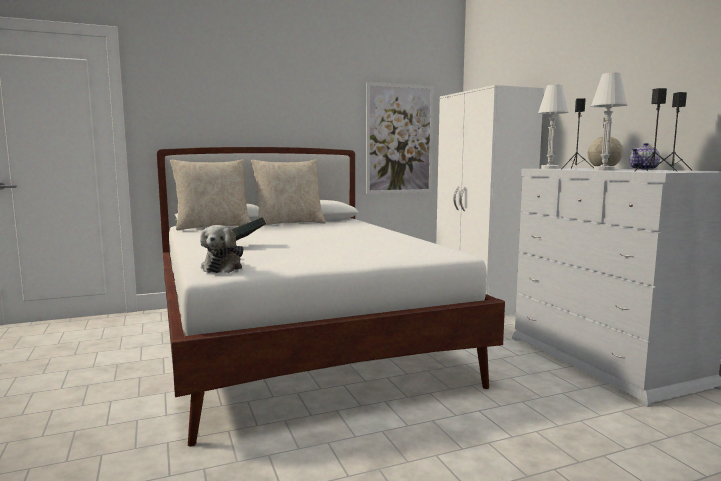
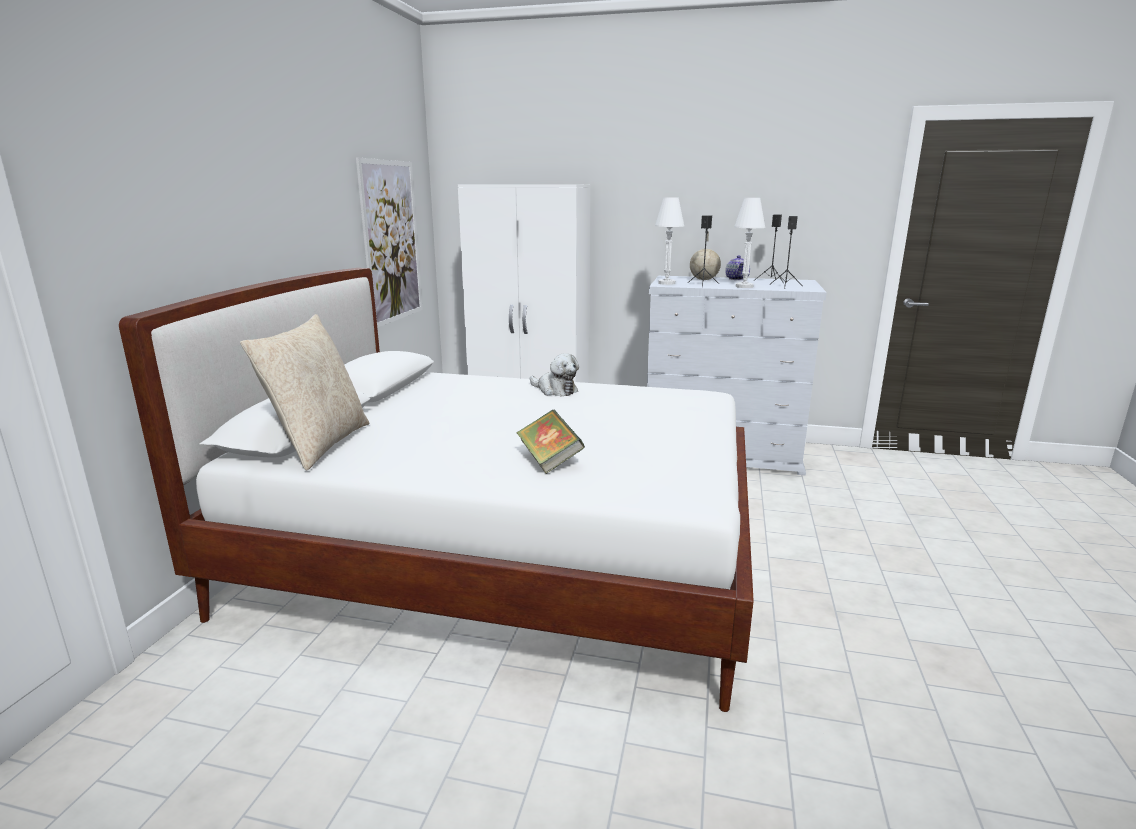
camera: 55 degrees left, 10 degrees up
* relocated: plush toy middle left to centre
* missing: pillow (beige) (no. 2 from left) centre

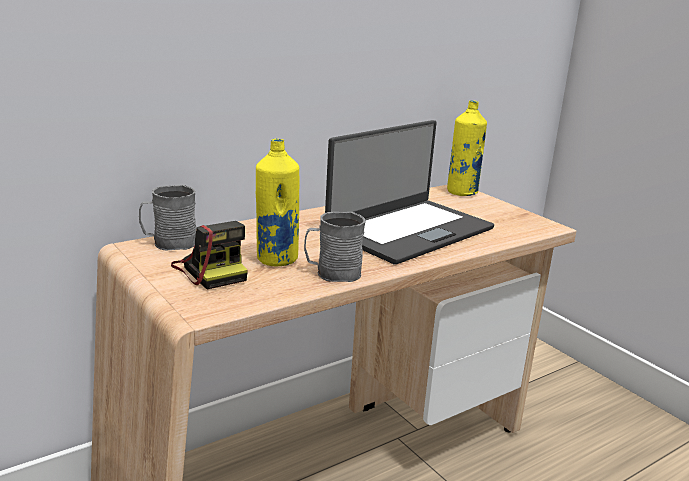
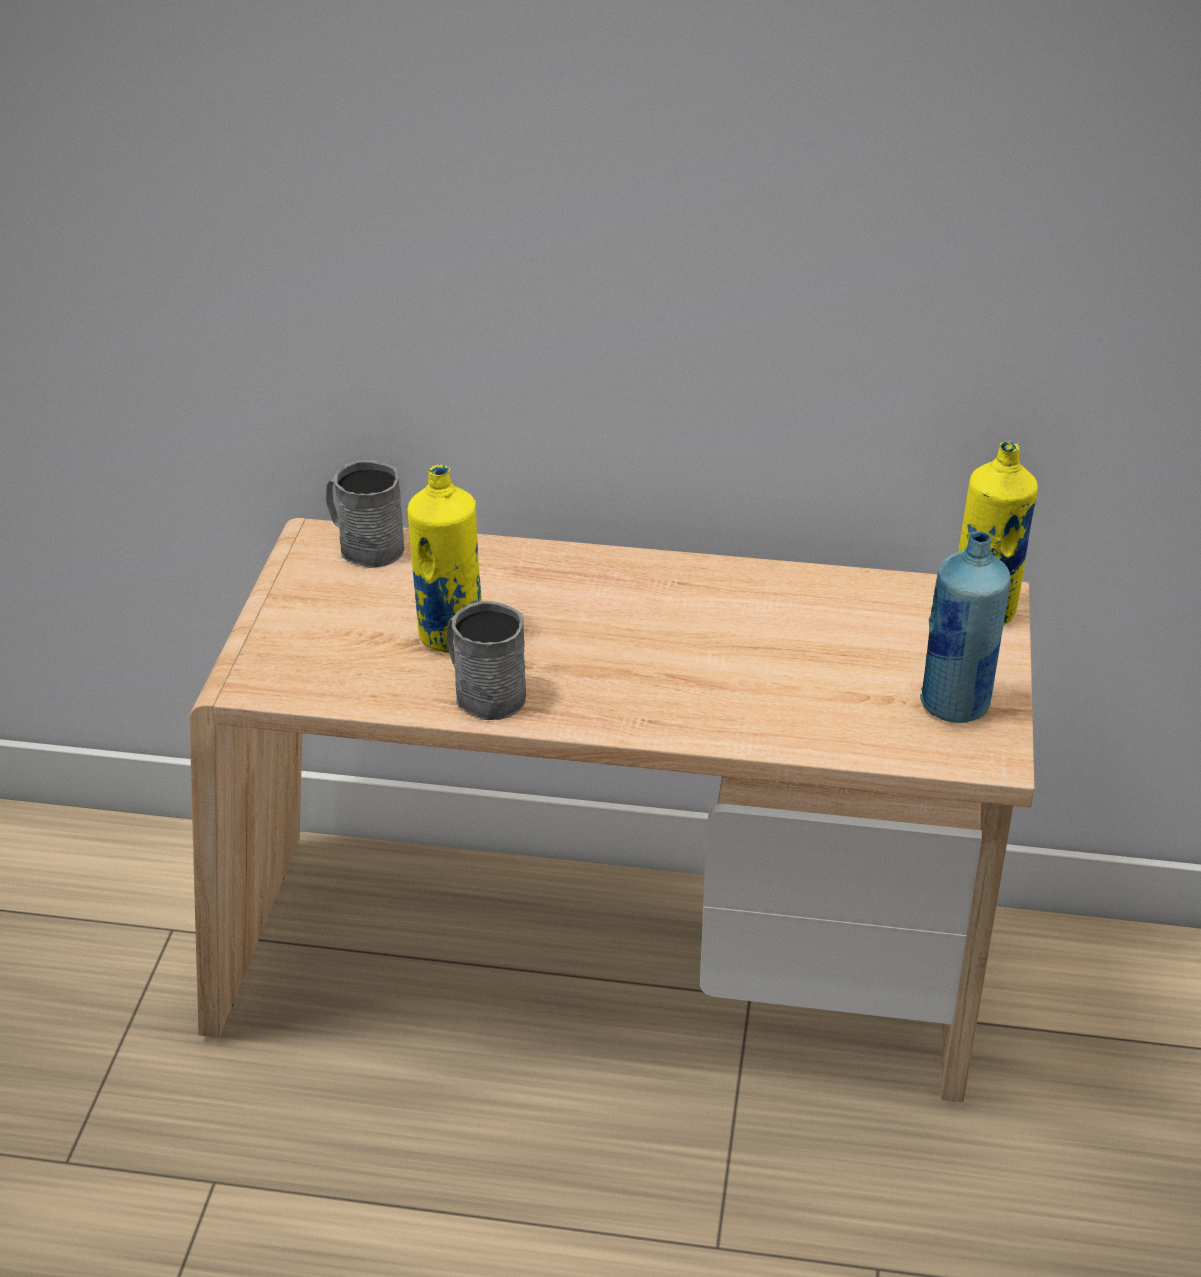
camera: 45 degrees right, 15 degrees up
* appeared: bottle (blue) middle right
* missing: photo camera middle left
* missing: laptop centre

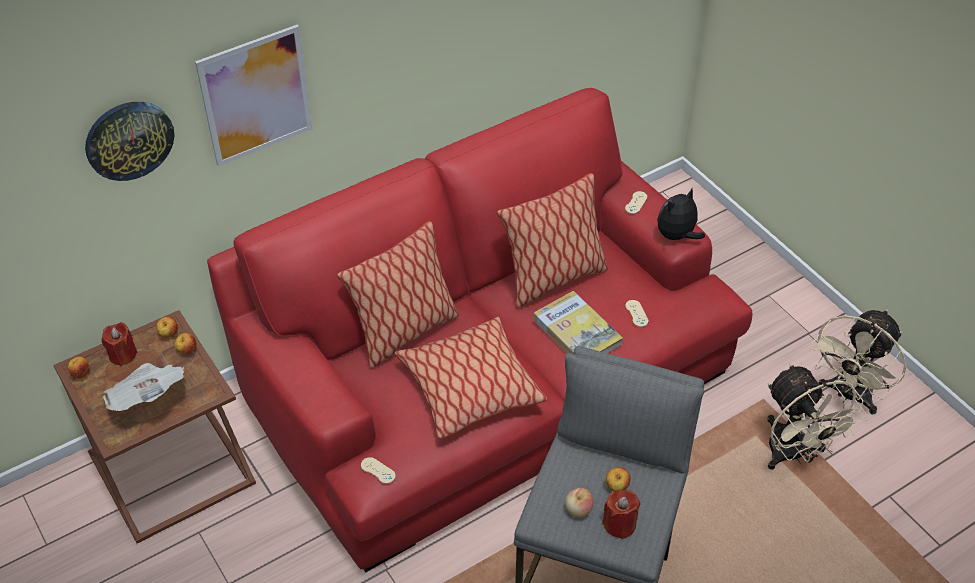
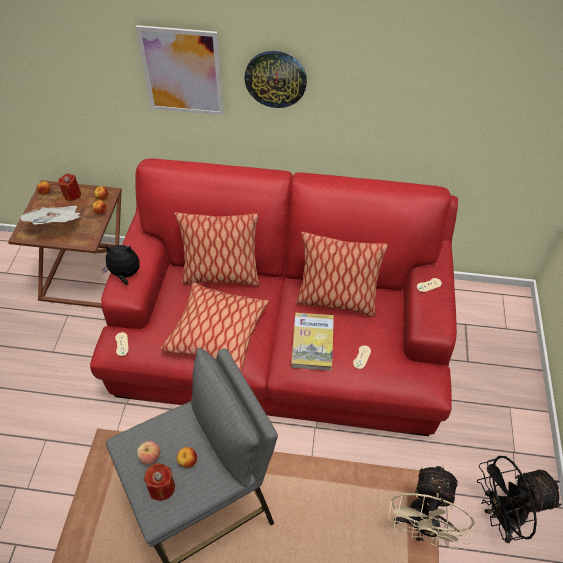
camera: 40 degrees right, 5 degrees up
* relocated: plush toy middle right to middle left
* relocated: wall clock top left to top centre
* colour: fan (beige) (no. 2 from left) middle right to fan (black) bottom right

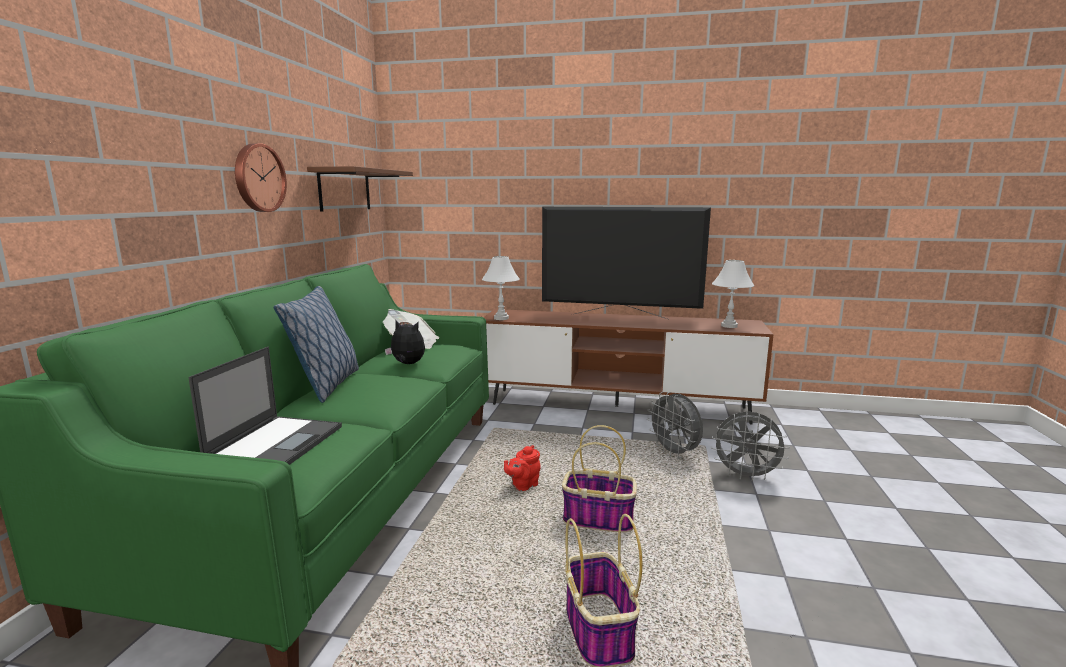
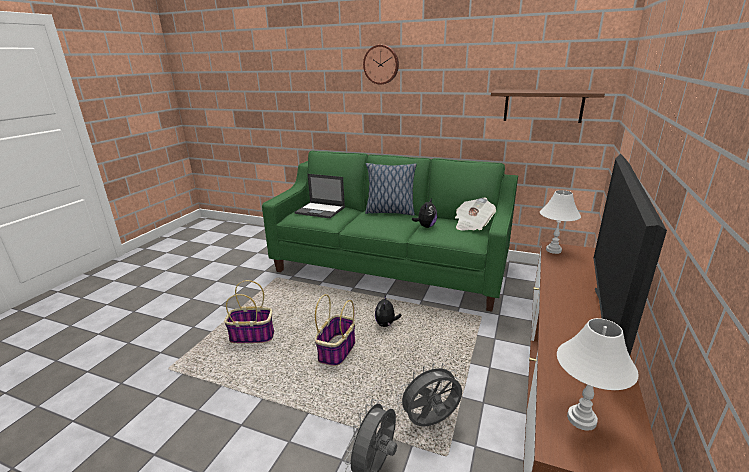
camera: 100 degrees right, 10 degrees up
* relocated: wall clock top left to top centre
* exchanged: teapot (red) bottom centre to plush toy (no. 1 from left) centre

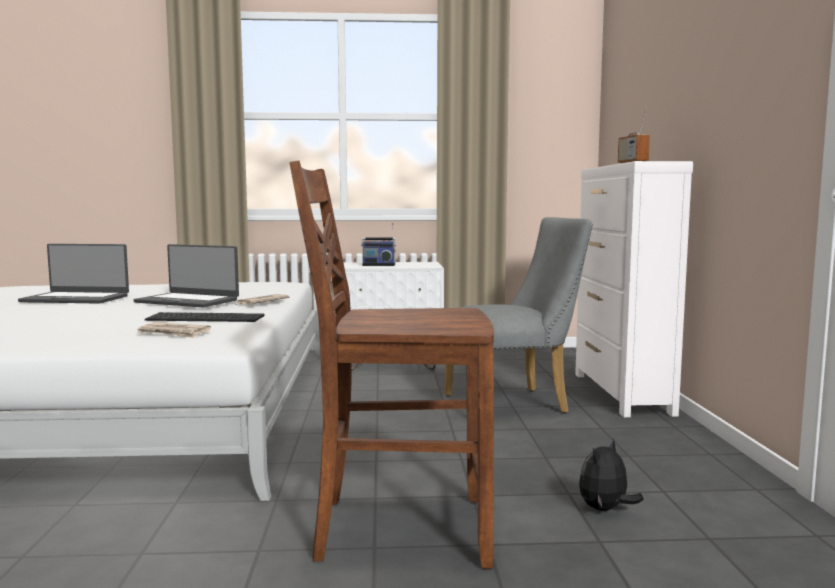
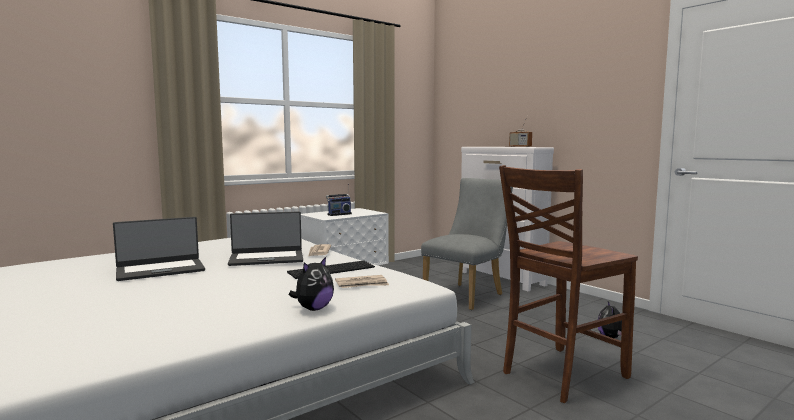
camera: 35 degrees left, 0 degrees up
* appeared: plush toy (no. 1 from left) bottom centre

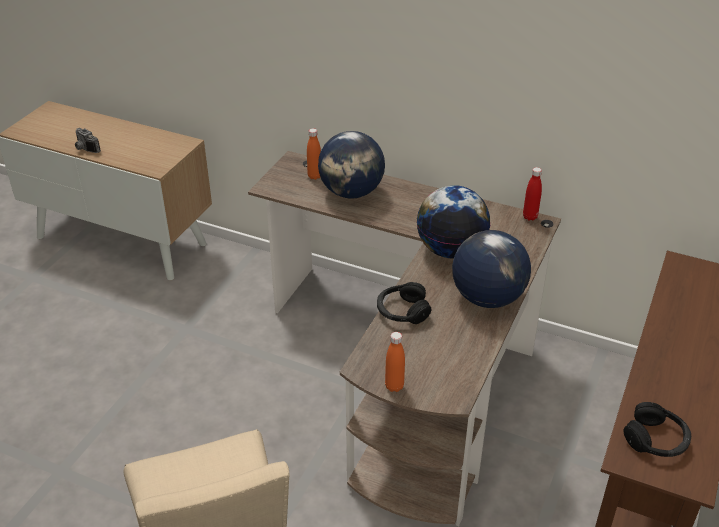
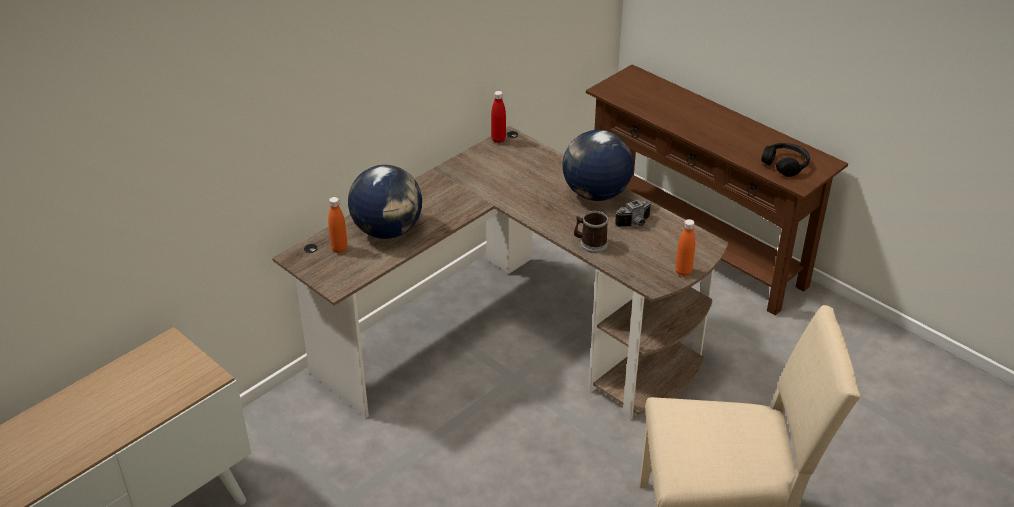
camera: 70 degrees left, 0 degrees up
* exchanged: headphones (black) (no. 1 from left) centre to mug centre
* relocated: photo camera top left to centre
* missing: globe (no. 2 from left) centre

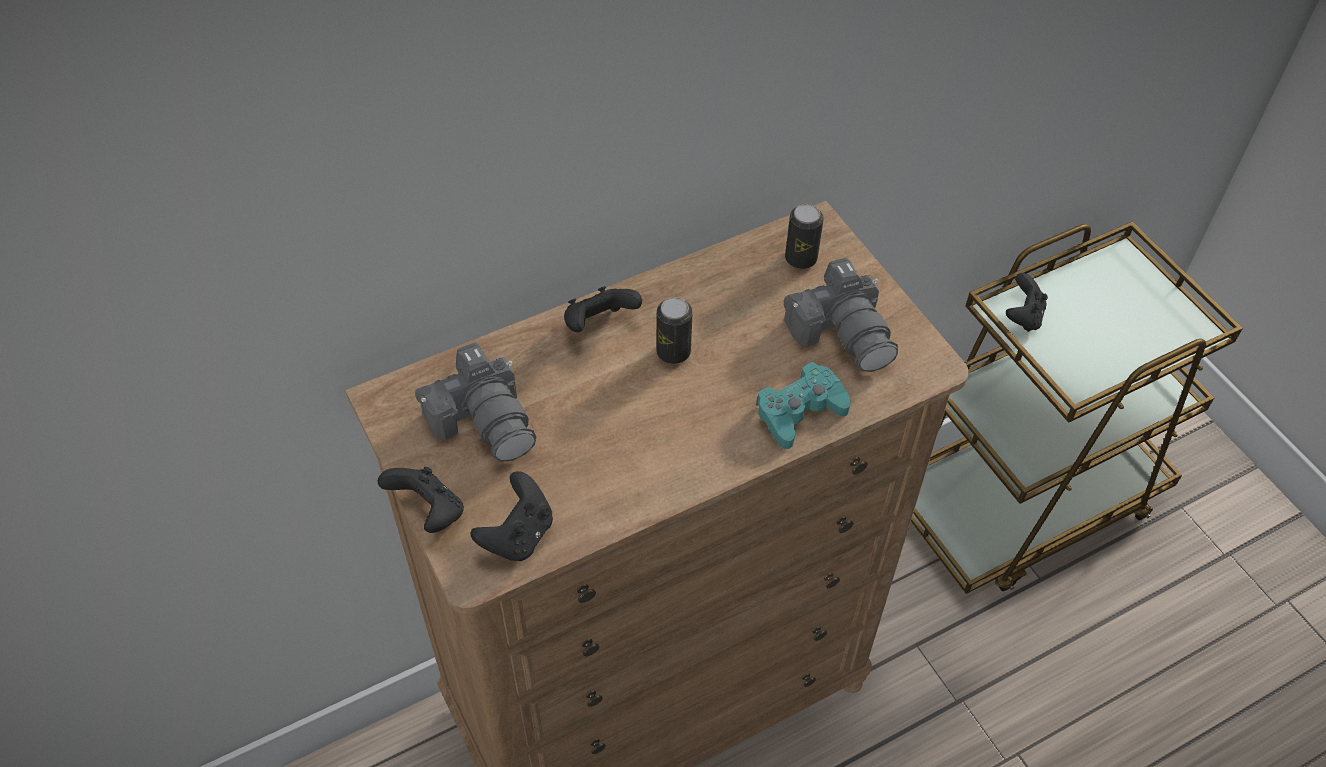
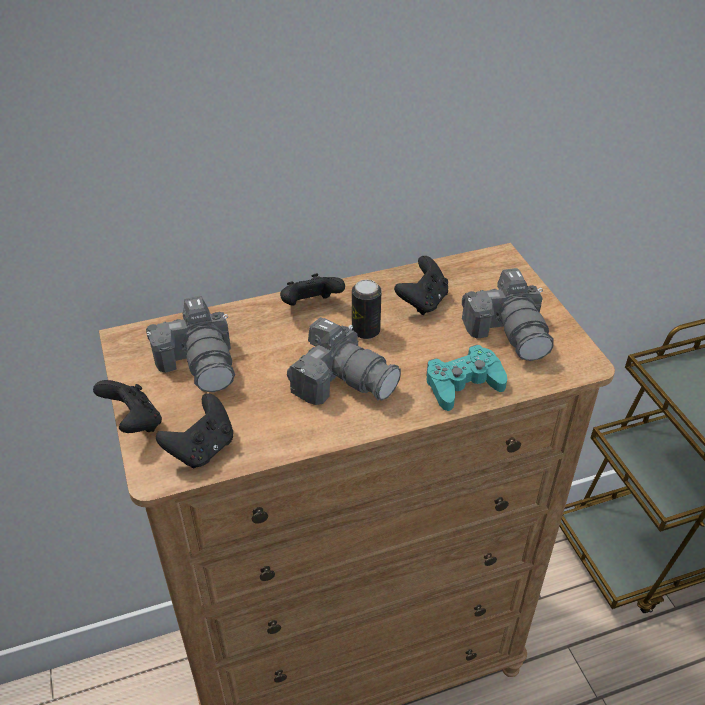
camera: 10 degrees right, 10 degrees down
* appeared: photo camera (no. 2 from left) centre
* relocated: game controller (black) (no. 4 from left) middle right to centre
* missing: can (no. 2 from left) top centre

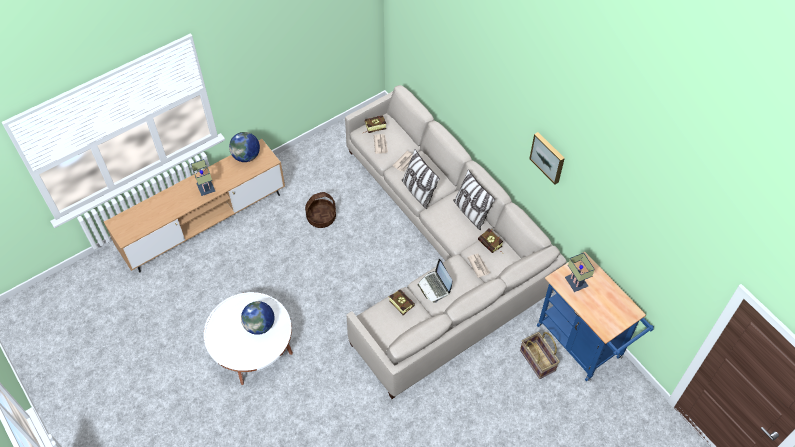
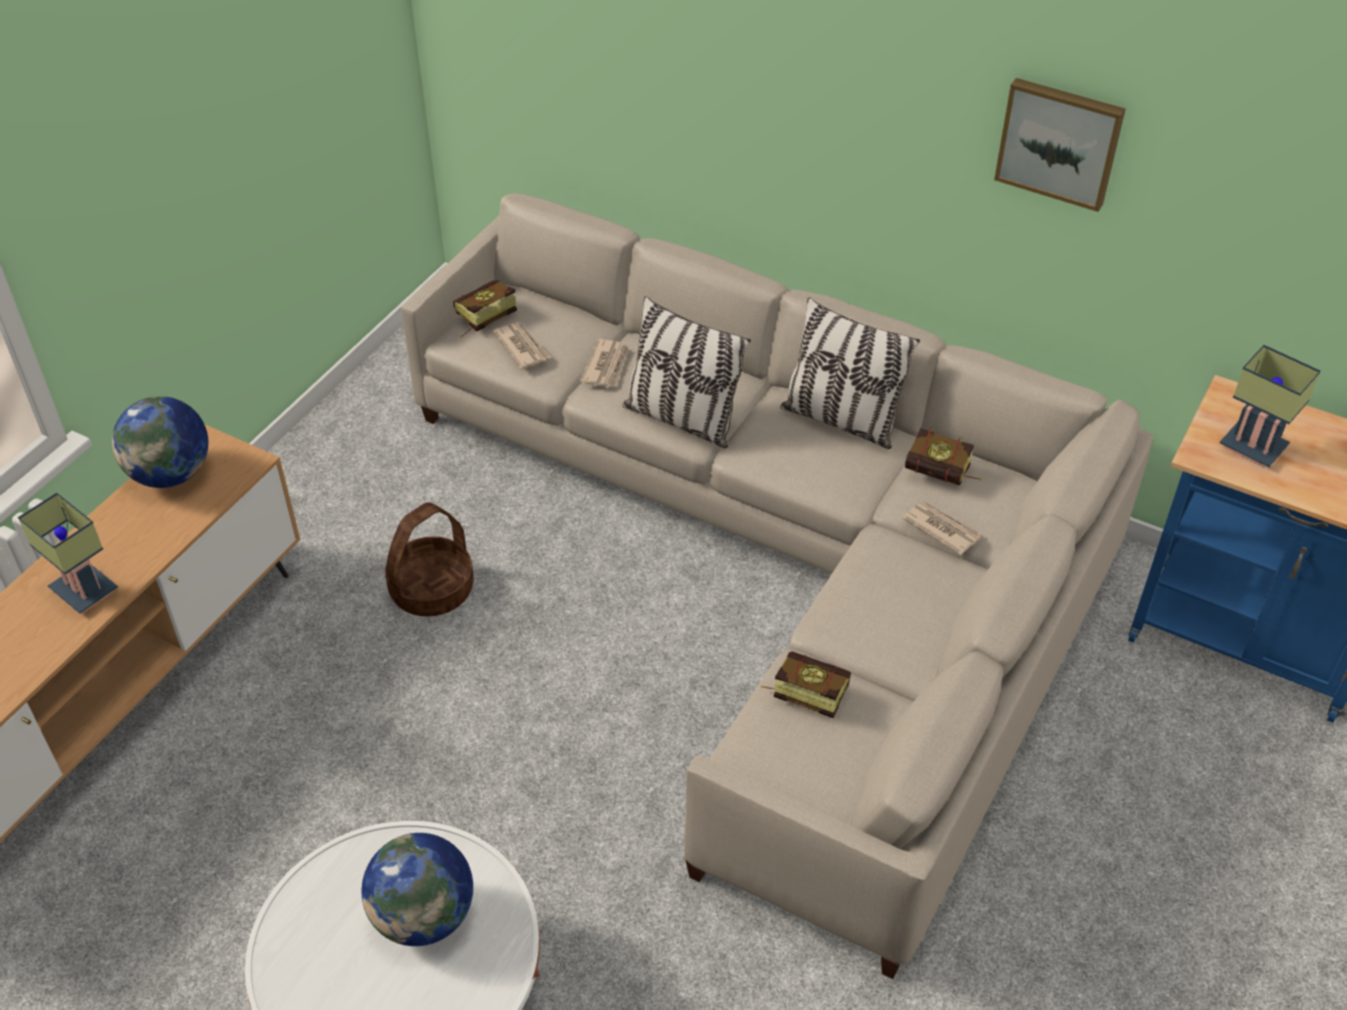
camera: 25 degrees left, 10 degrees down
* missing: laptop centre
* missing: basket (no. 2 from left) bottom right

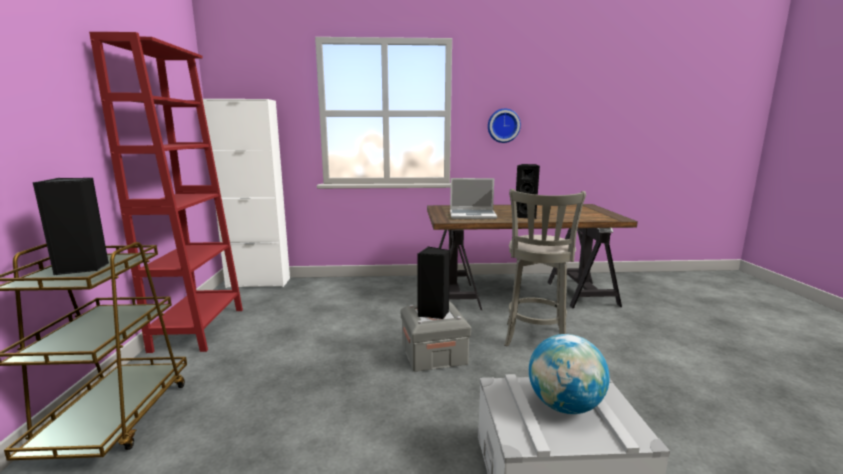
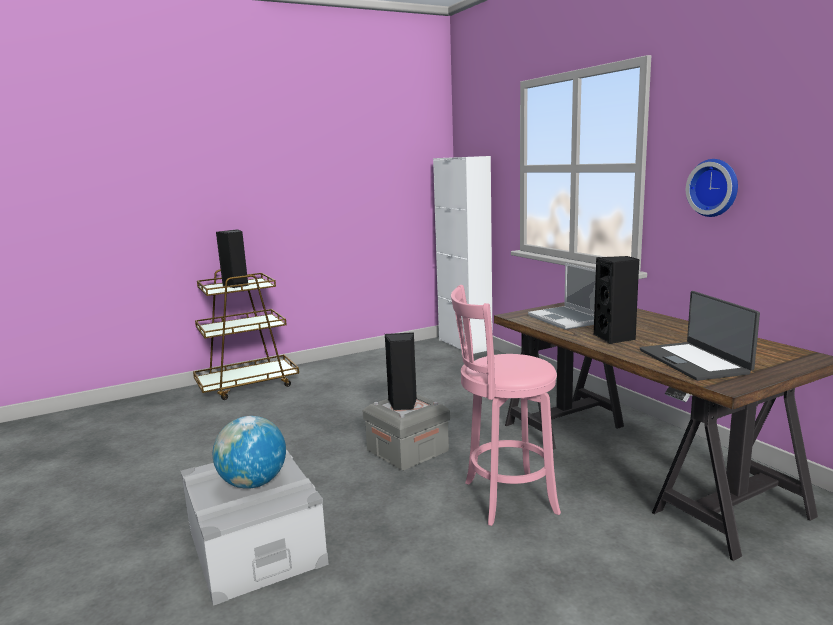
camera: 65 degrees right, 0 degrees up
* colour: stool (grey) centre to stool (pink) centre
* appeared: laptop (no. 2 from left) middle right
* missing: bookcase (red) middle left

